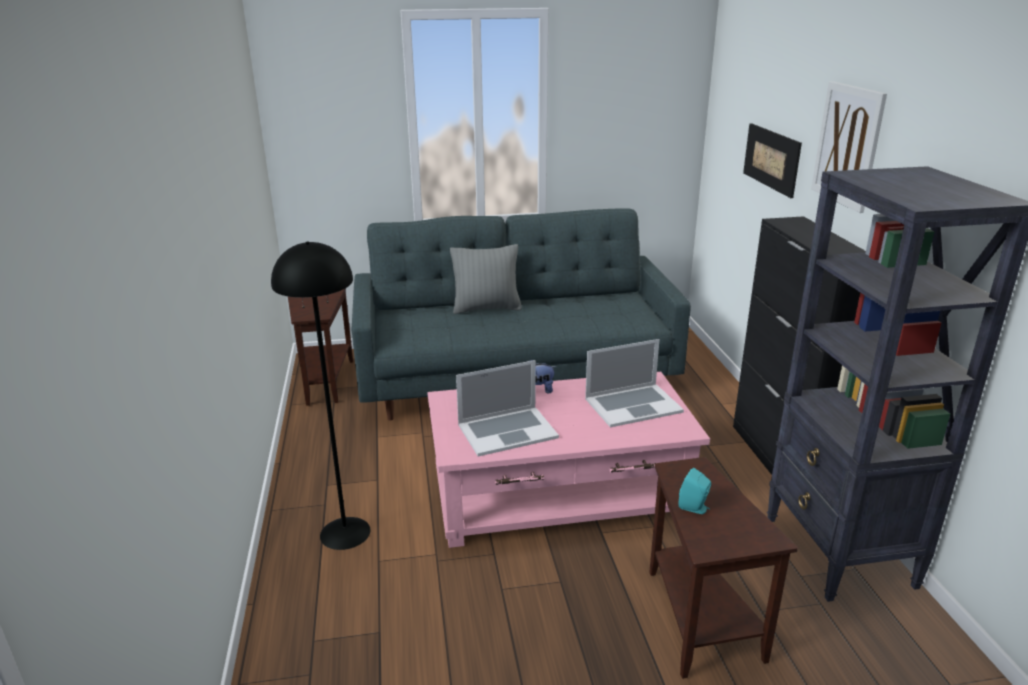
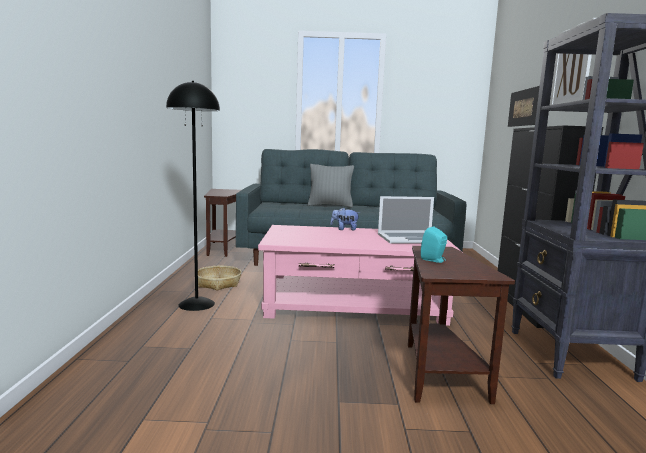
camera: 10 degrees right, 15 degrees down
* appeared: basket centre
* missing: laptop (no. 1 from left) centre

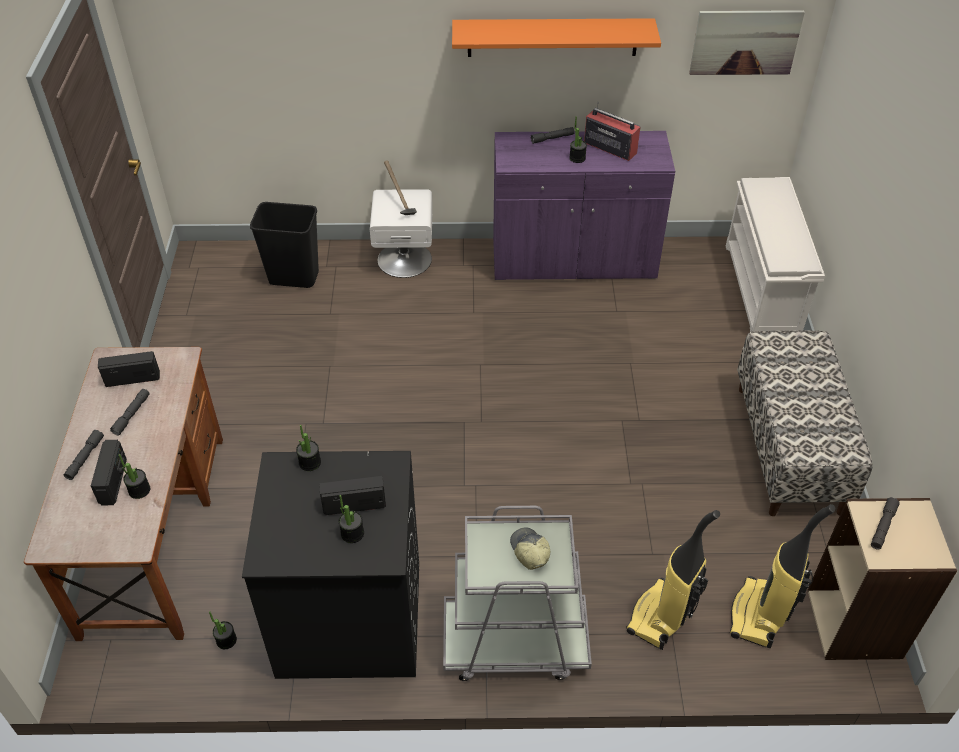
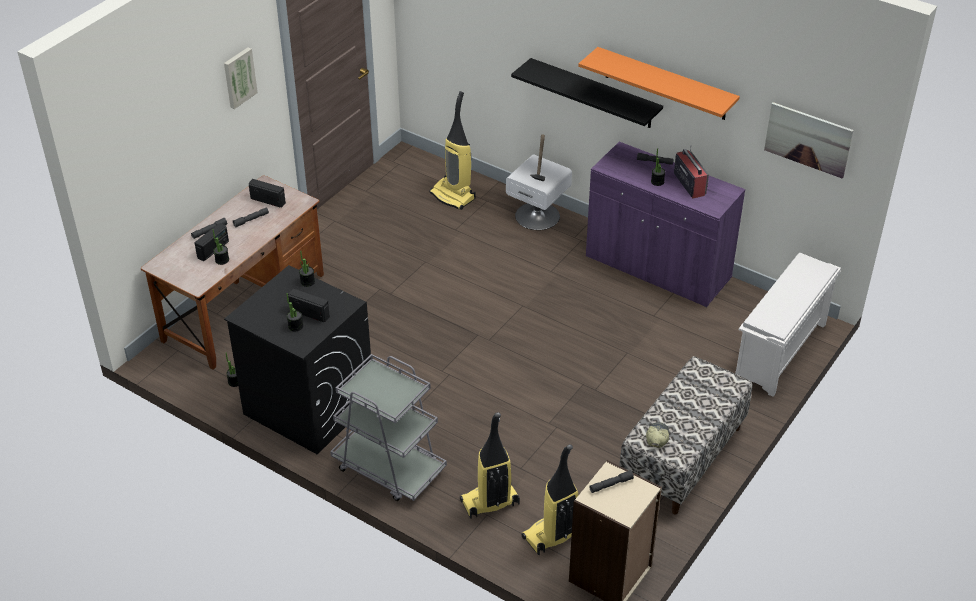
camera: 35 degrees right, 5 degrees down
* appeared: picture (no. 1 from left) top left
* exchanged: trash can (black) top left to vacuum cleaner (no. 1 from left) top centre
* appeared: shelf (black) top centre
* relocated: cap bottom centre to bottom right

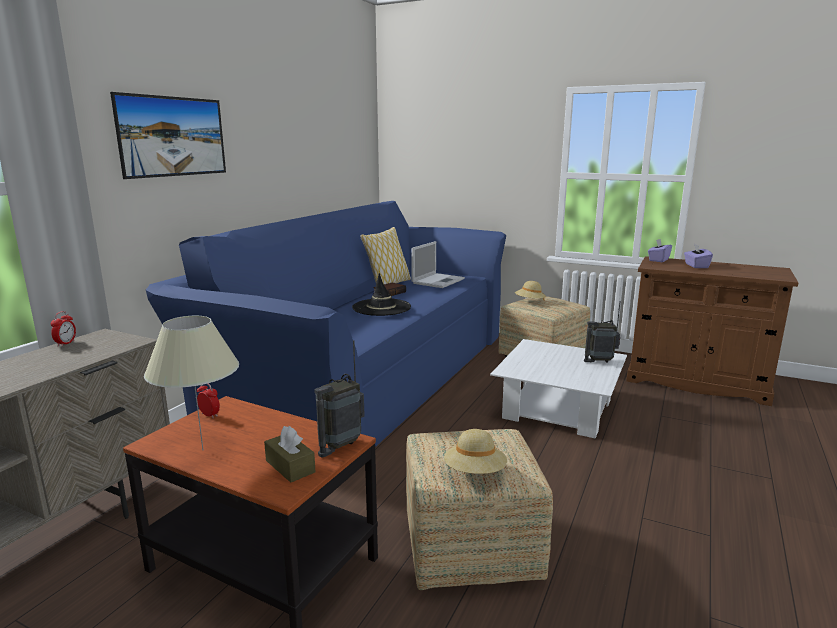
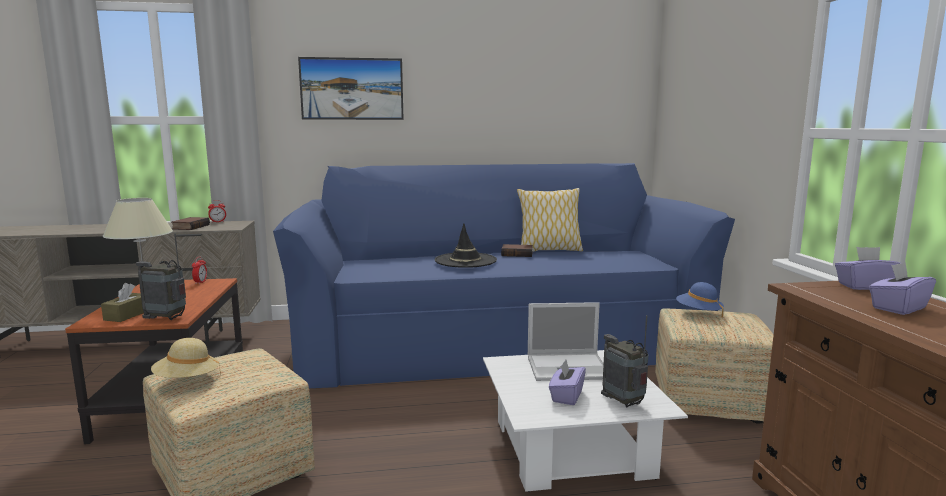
camera: 55 degrees right, 5 degrees down
* appeared: book (no. 1 from left) middle left
* relocated: laptop centre to bottom centre
* appeared: tissue box (purple) (no. 1 from left) bottom centre
* colour: hat (beige) (no. 2 from left) centre to hat (blue) middle right

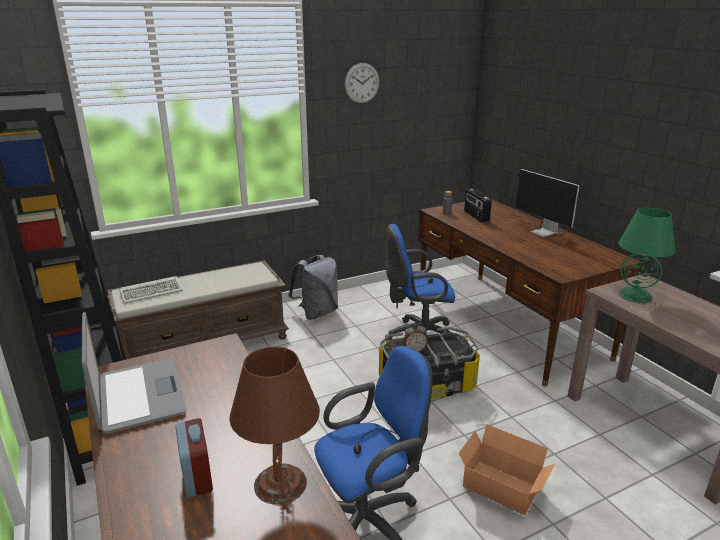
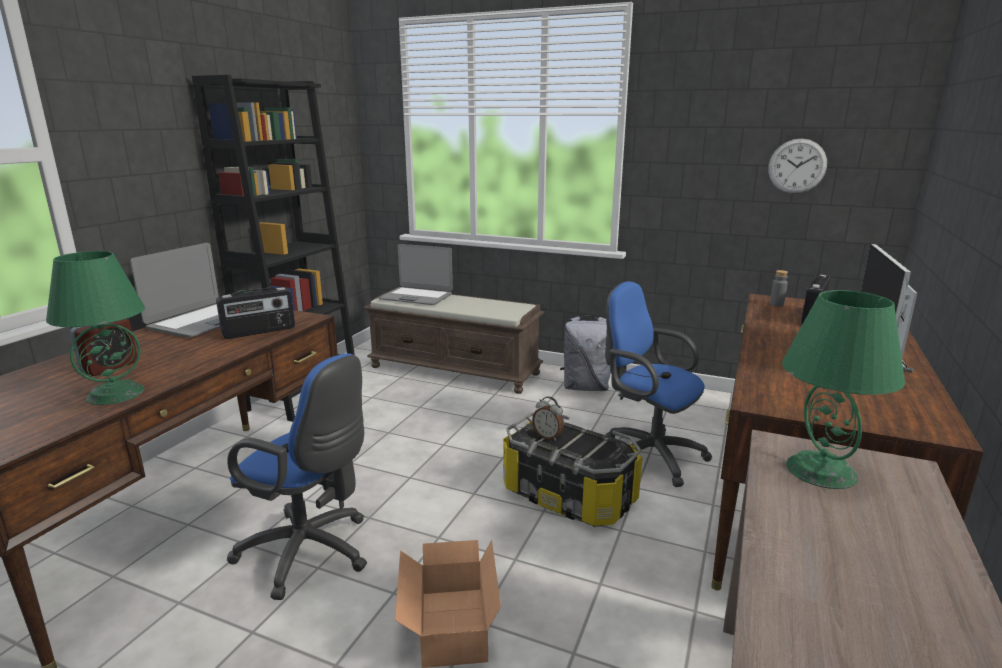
camera: 50 degrees right, 5 degrees down
* colour: table lamp (brown) bottom centre to table lamp (green) (no. 1 from left) middle left
* appeared: radio (no. 1 from left) middle left
* exchanged: keyboard middle left to laptop (no. 2 from left) centre
* relocated: wall clock top centre to top right

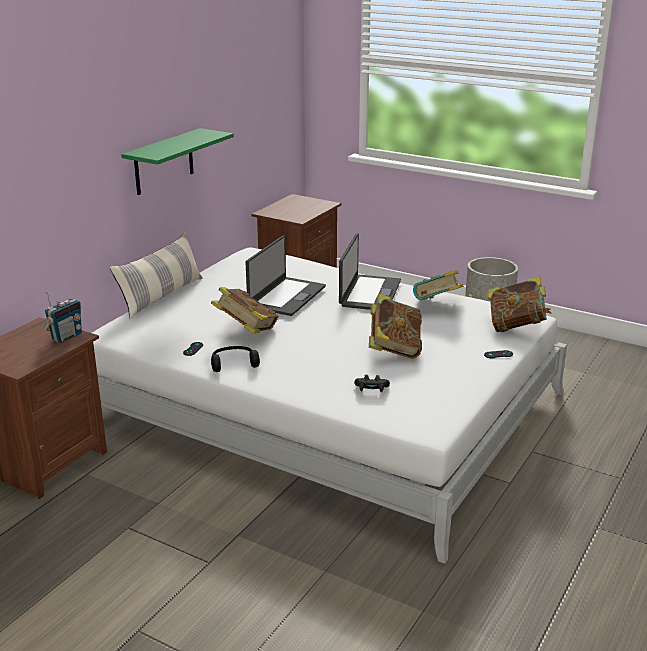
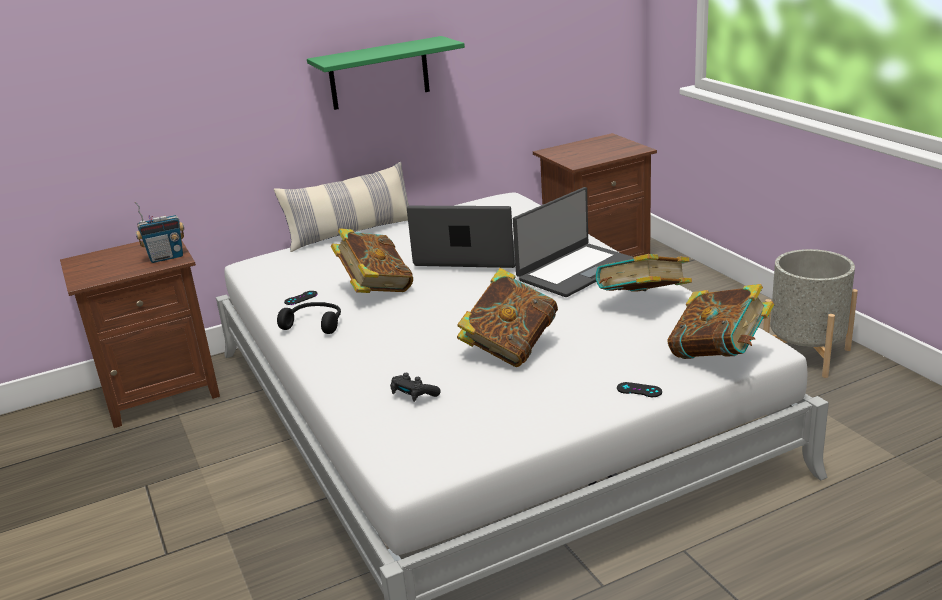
camera: 35 degrees right, 0 degrees up
* spun: laptop (no. 1 from left) centre = centre 135 degrees counterclockwise

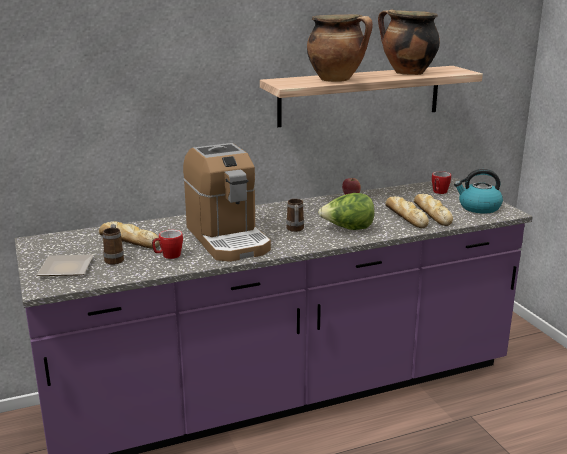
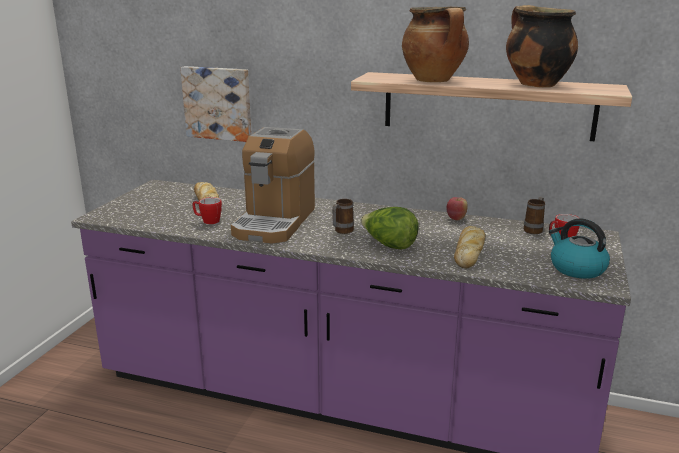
camera: 40 degrees right, 0 degrees up
* appeared: picture top left
* relocated: mug (no. 1 from left in the first image) middle left to mug (no. 3 from left) middle right
* missing: plate middle left
* missing: bread (no. 3 from left) middle right

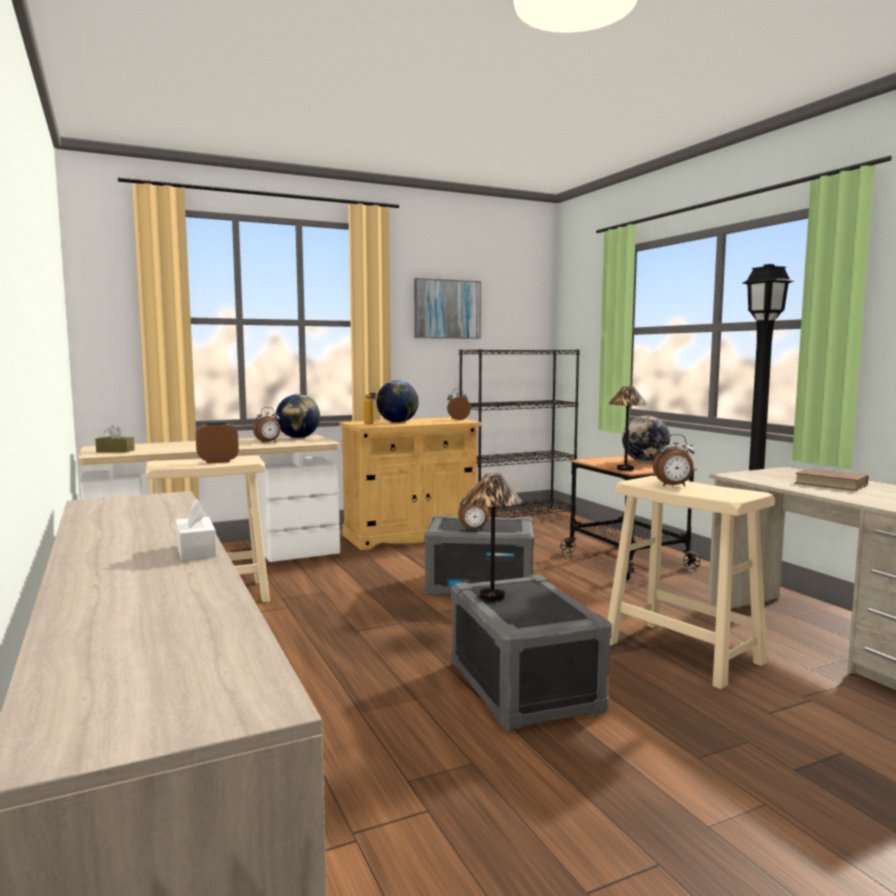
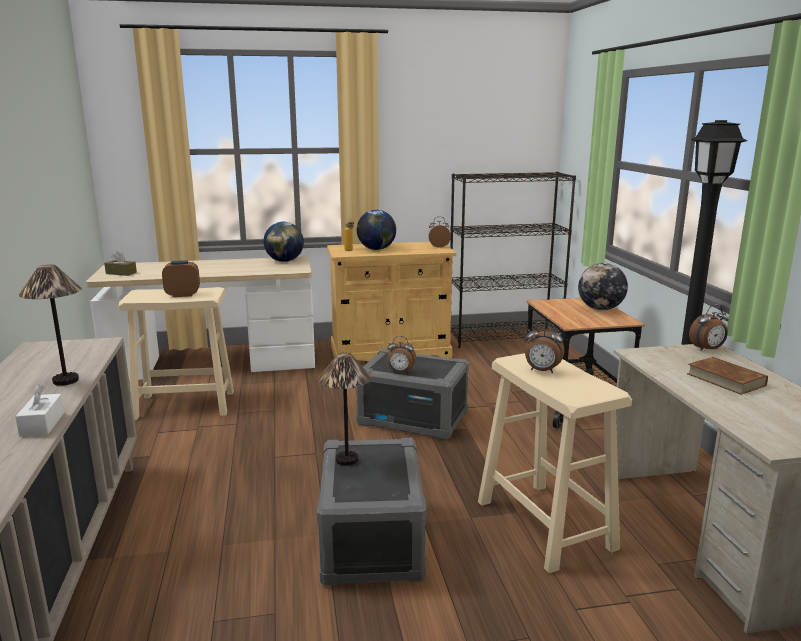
camera: 15 degrees right, 10 degrees up
* relocated: table lamp (no. 2 from left in the first image) middle right to table lamp (no. 1 from left) middle left
* relocated: alarm clock (no. 2 from left in the first image) middle left to alarm clock (no. 5 from left) middle right
* missing: picture centre

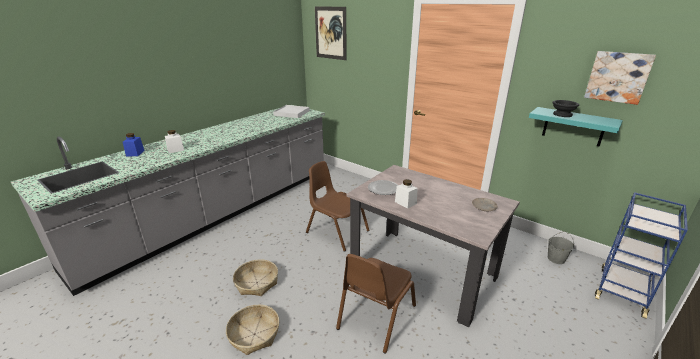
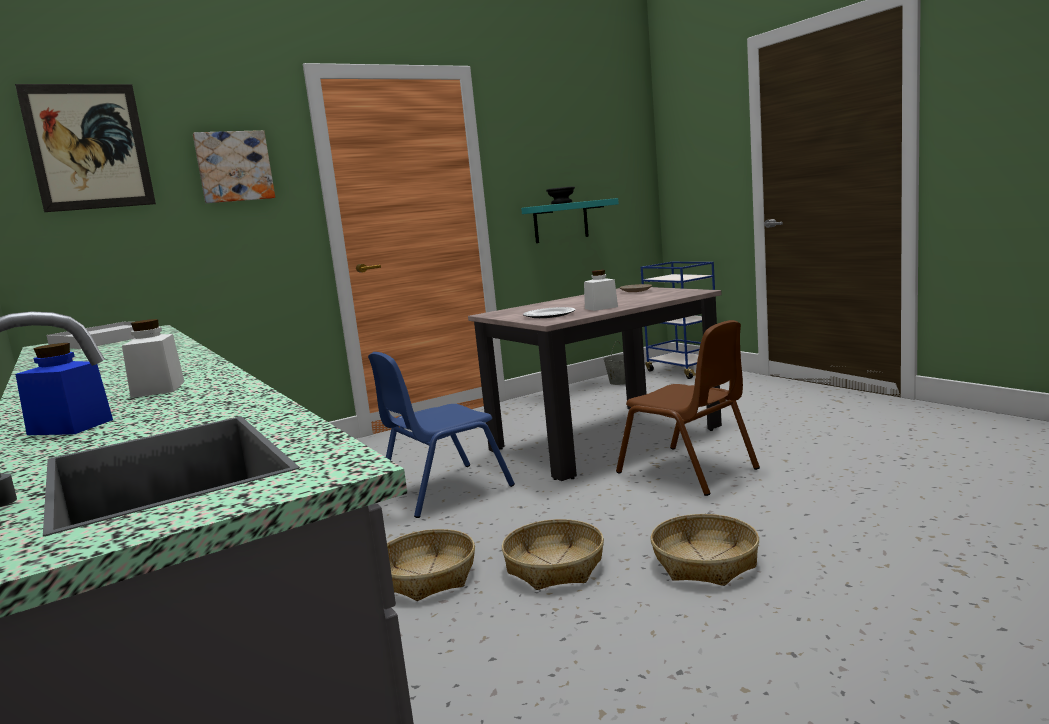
camera: 70 degrees left, 15 degrees down
* relocated: picture (no. 2 from left) top right to top left
* colour: chair (brown) (no. 1 from left) centre to chair (blue) centre
* appeared: basket (no. 1 from left) bottom centre

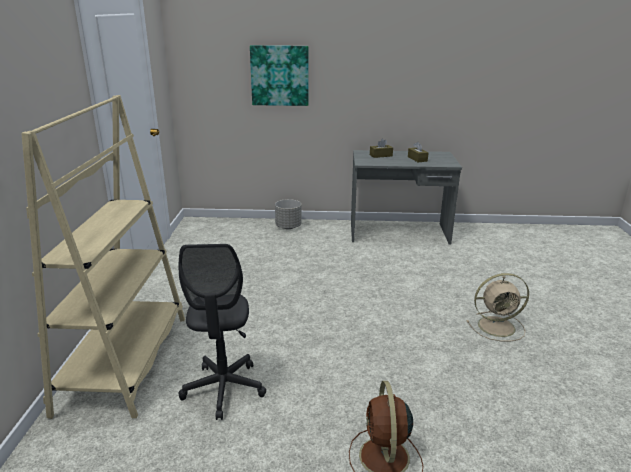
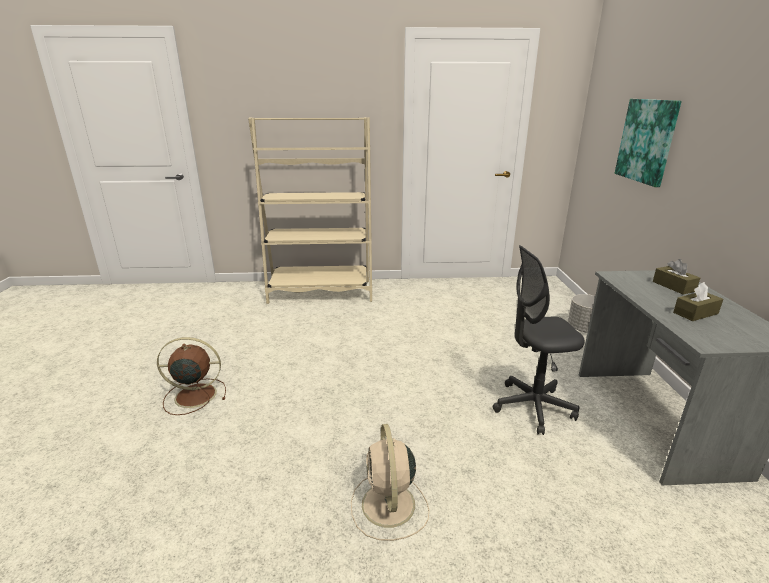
camera: 85 degrees right, 0 degrees up
* relocated: office chair (grey) bottom centre to middle right

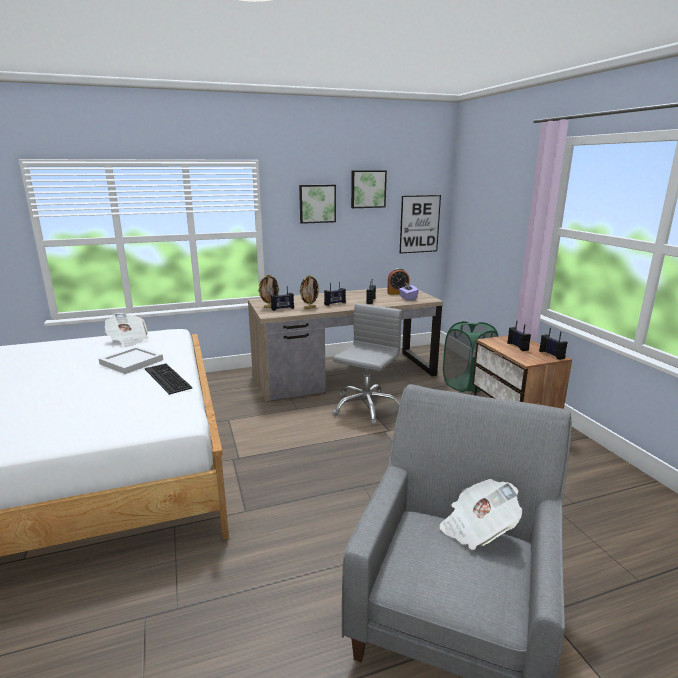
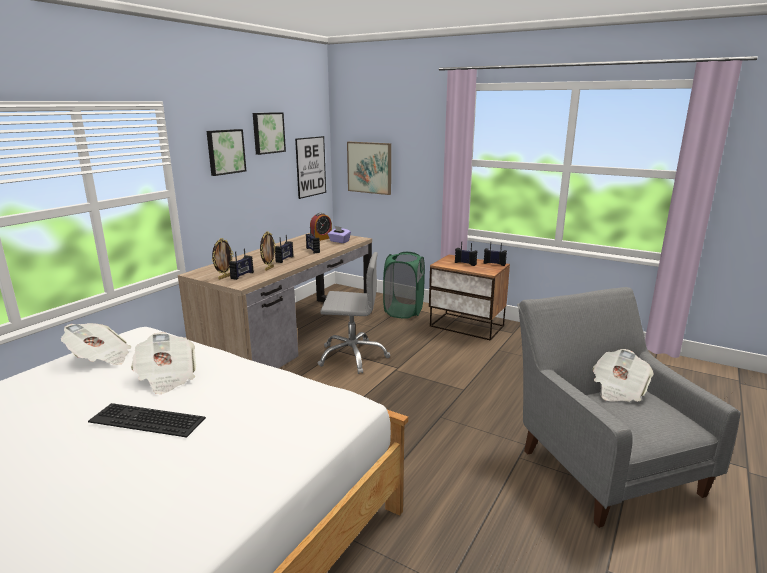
camera: 40 degrees left, 0 degrees up
* relocated: keyboard middle left to bottom left
* exchanged: tray (white) middle left to newspaper (no. 2 from left) middle left
* spun: office chair (grey) centre = centre 105 degrees clockwise
* appeared: picture (no. 4 from left) top centre

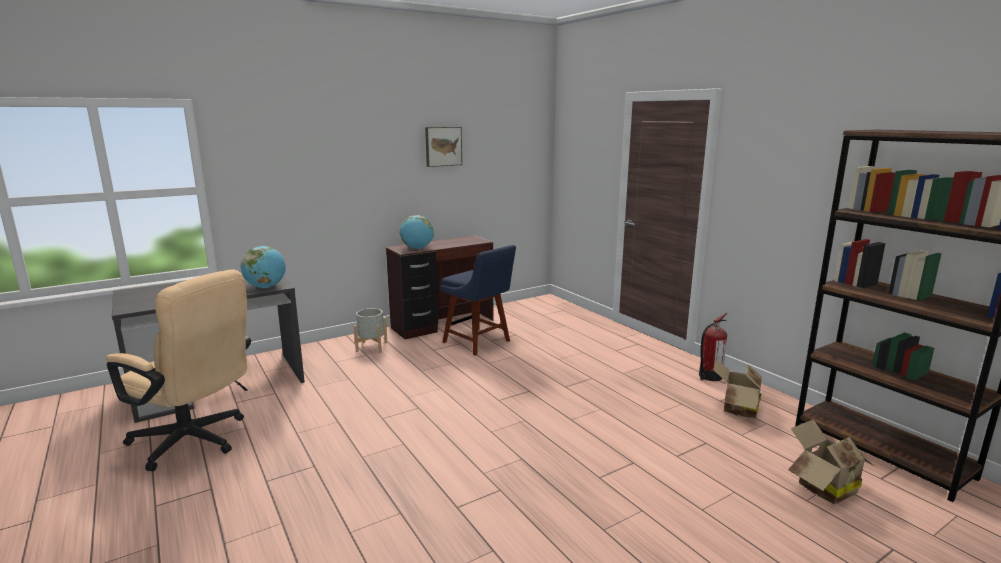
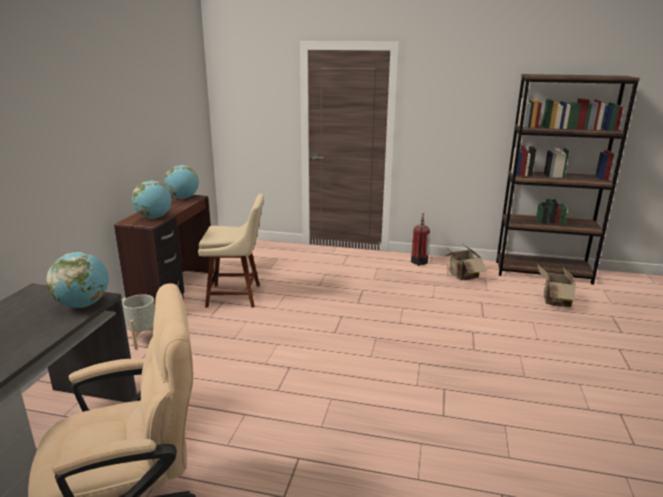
camera: 45 degrees left, 5 degrees up
* appeared: globe (no. 3 from left) middle left
* colour: chair (blue) centre to chair (beige) centre
* missing: picture top centre

